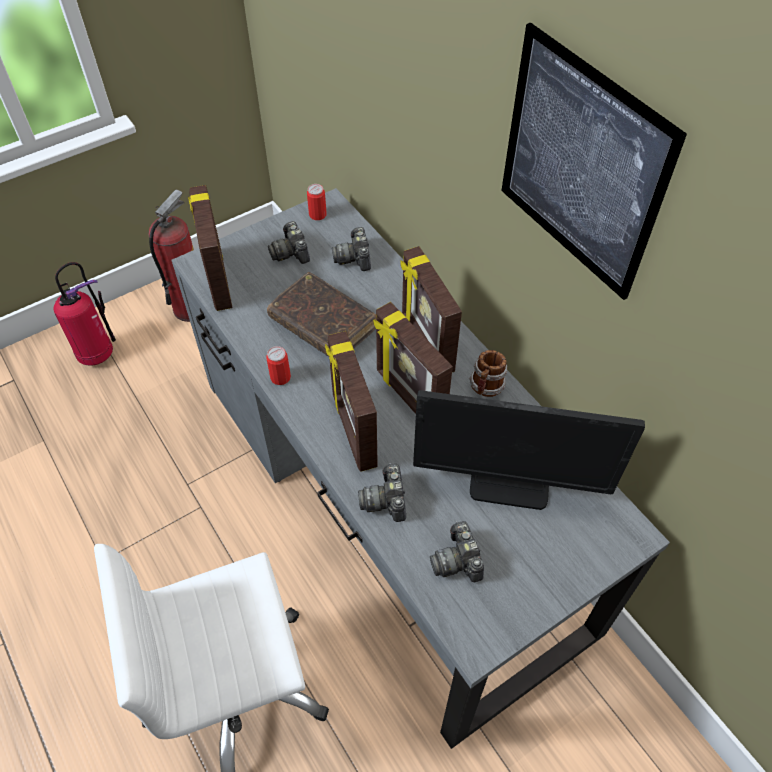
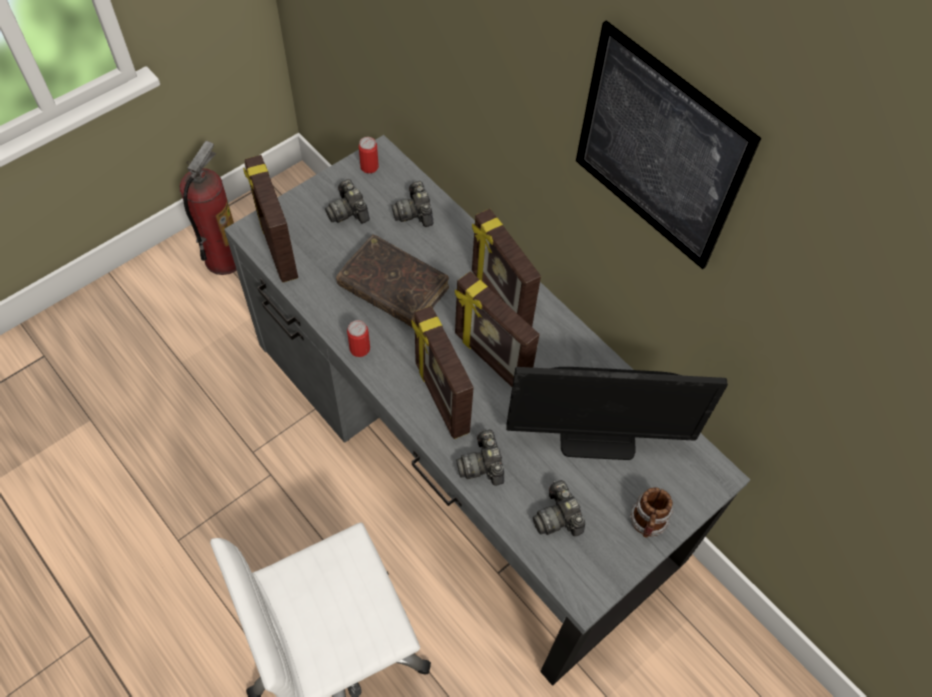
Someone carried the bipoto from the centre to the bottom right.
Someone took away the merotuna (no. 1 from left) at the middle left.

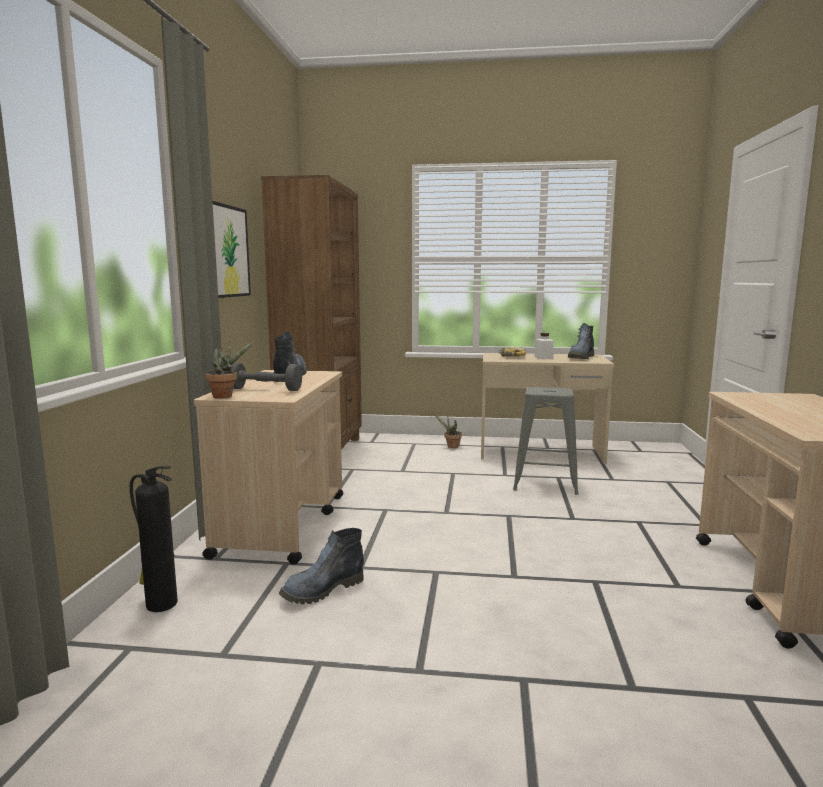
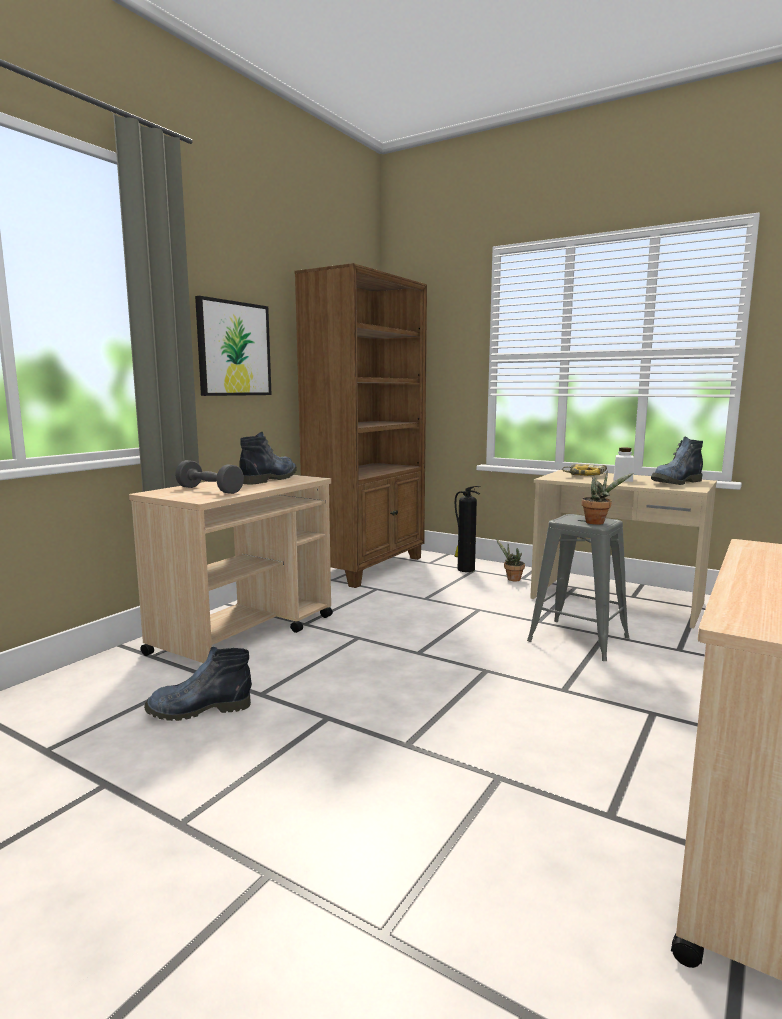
Someone carried the merotuna from the bottom left to the centre.
Someone carried the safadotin (no. 1 from left in the first image) from the middle left to the middle right.

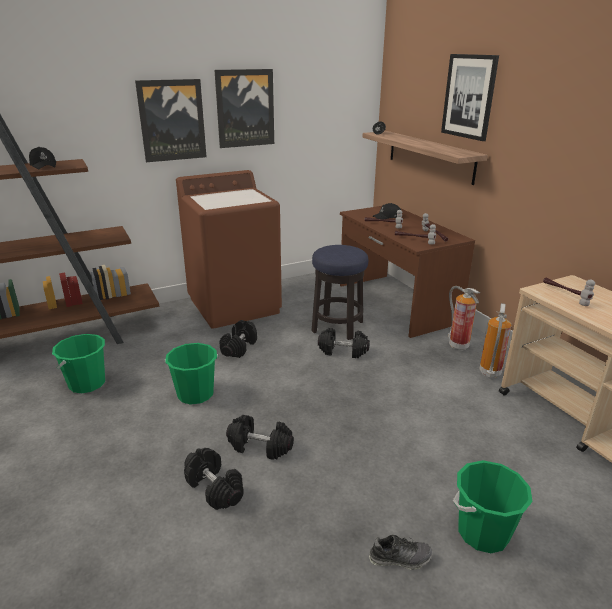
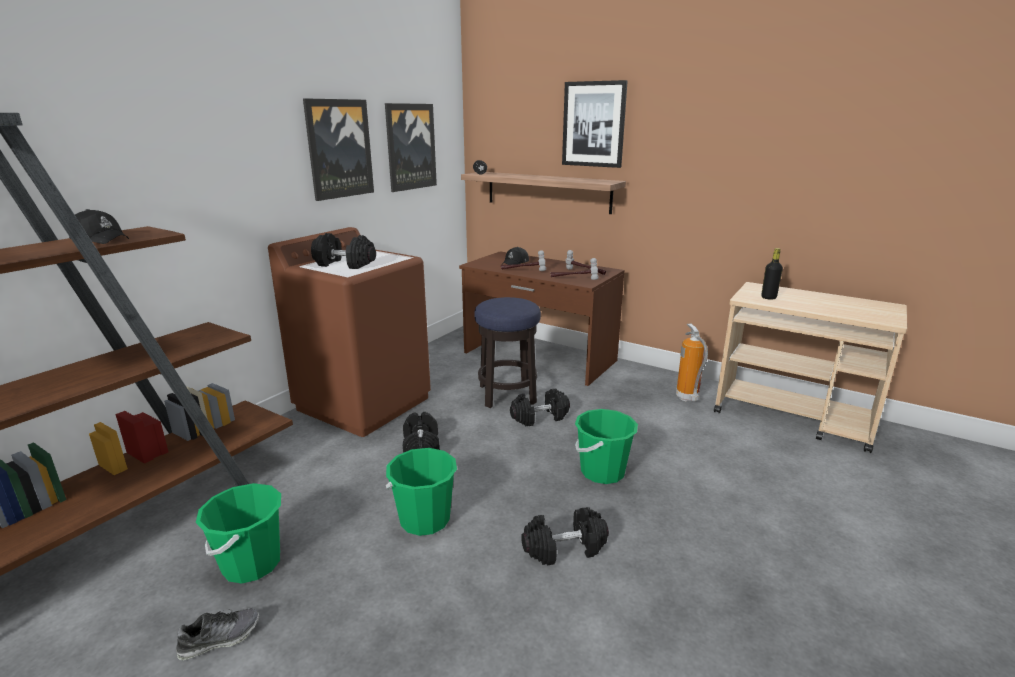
Someone carried the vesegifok from the bottom centre to the bottom left.
Someone carried the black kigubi (no. 1 from left) from the bottom centre to the centre.
Someone carried the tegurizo (no. 1 from left in the first image) from the top left to the top centre.
Someone carried the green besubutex (no. 3 from left) from the bottom right to the centre.
Someone swapped the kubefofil (no. 4 from left) at the middle right for the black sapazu at the middle right.
Someone took away the merotuna (no. 1 from left) at the middle right.

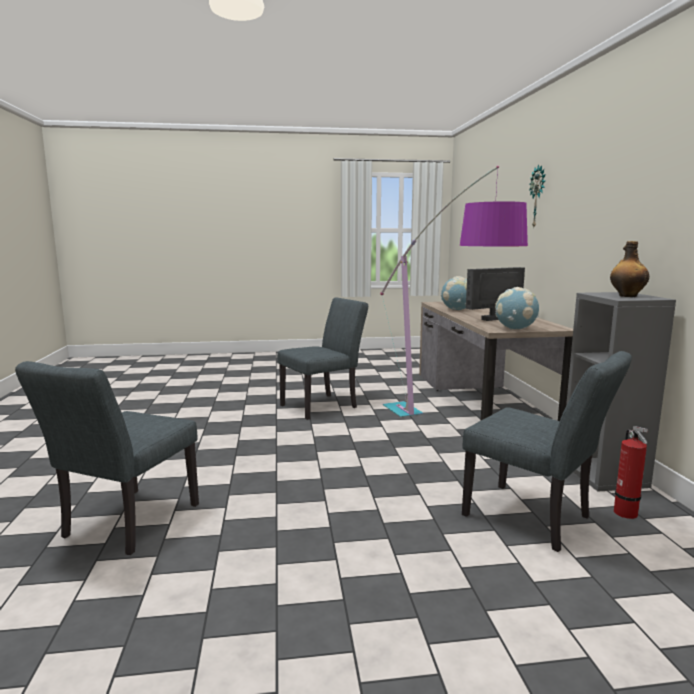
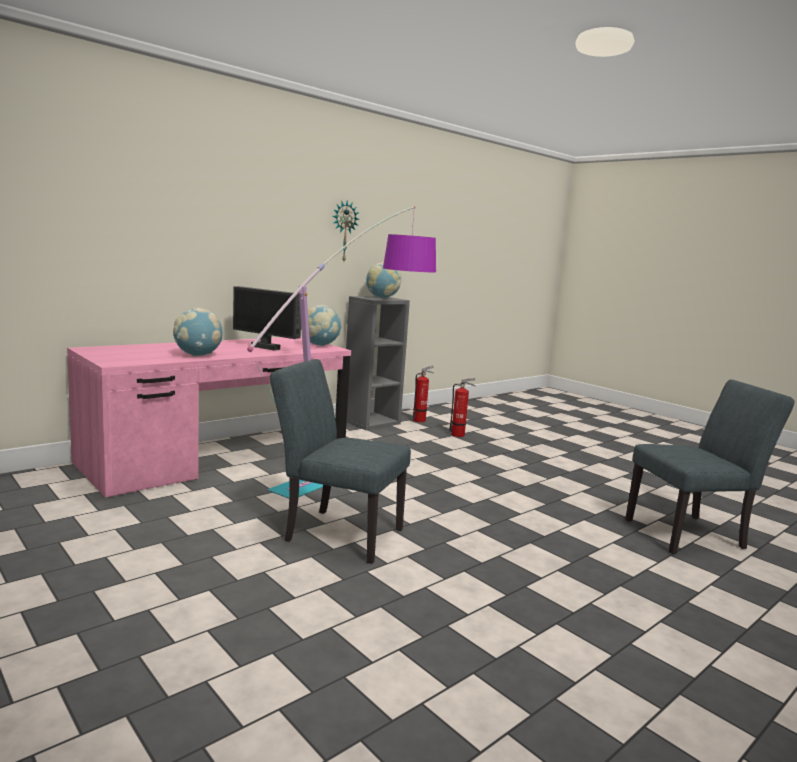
Someone repainted the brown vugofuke at the middle right, which became the pink vugofuke at the middle left.
Someone carried the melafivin from the top right to the top centre.
Someone swapped the sapazu at the middle right for the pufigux (no. 3 from left) at the centre.
Someone swapped the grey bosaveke (no. 3 from left) at the middle right for the merotuna (no. 2 from left) at the centre.

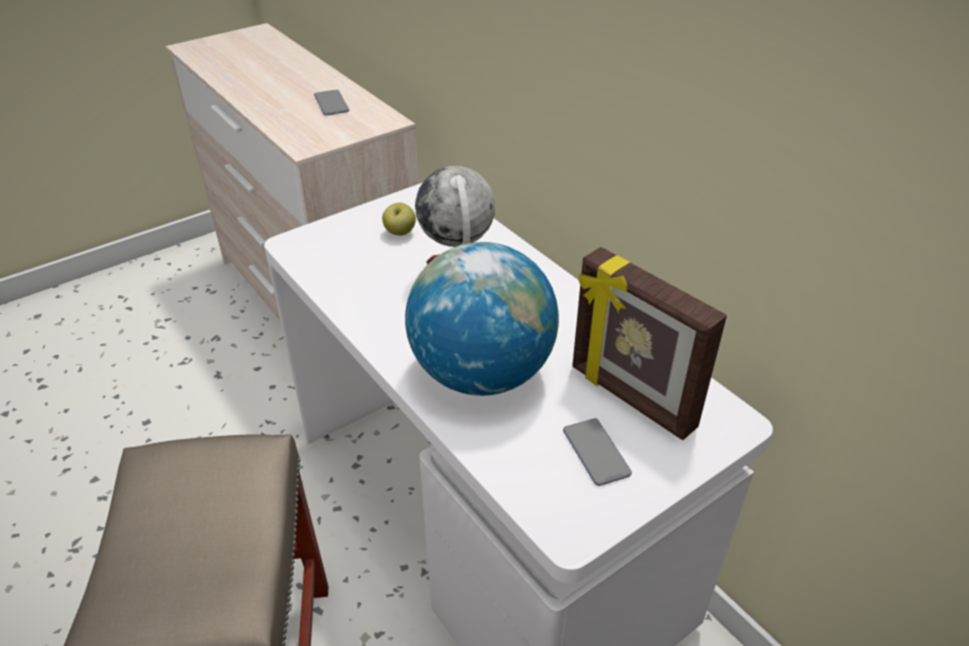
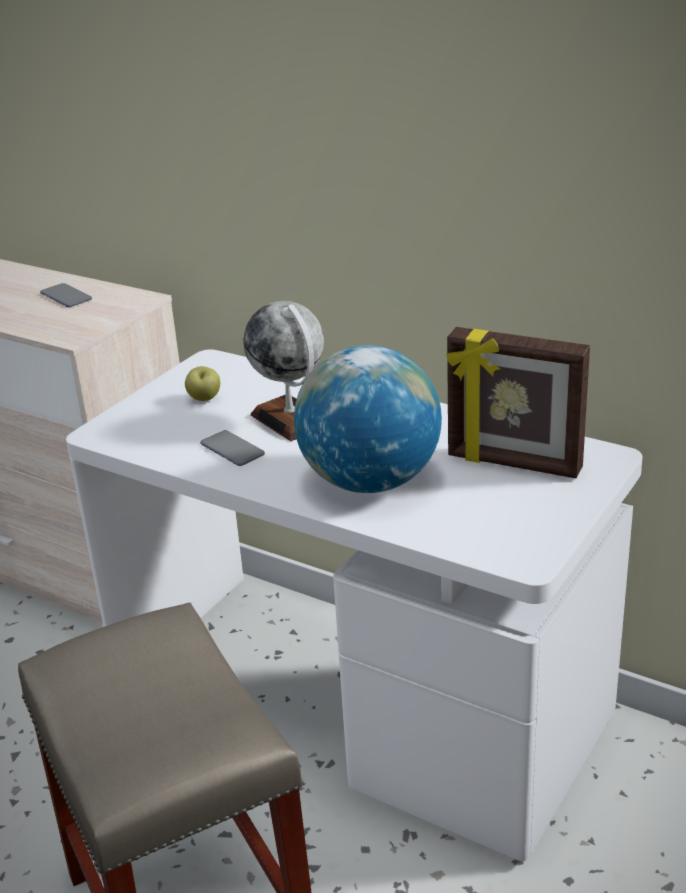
Someone carried the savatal (no. 2 from left) from the bottom centre to the centre.

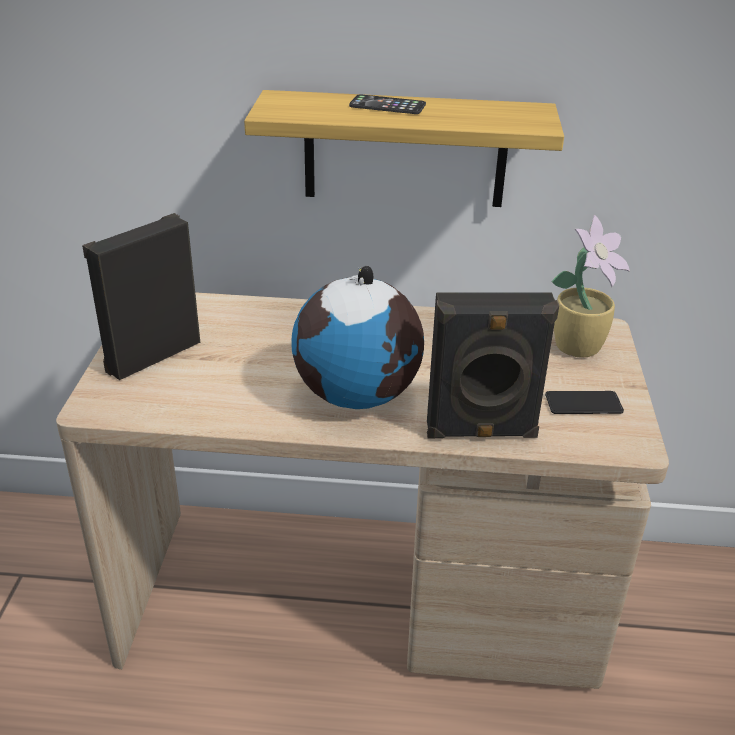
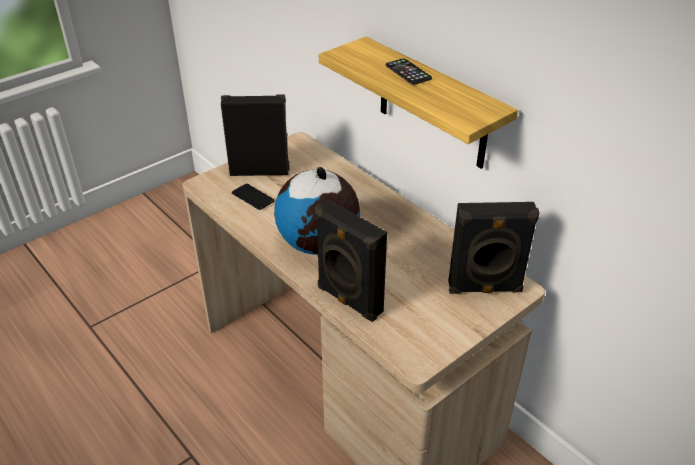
Someone carried the savatal (no. 2 from left in the first image) from the middle right to the centre.
Someone swapped the safadotin at the middle right for the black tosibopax (no. 3 from left) at the middle right.

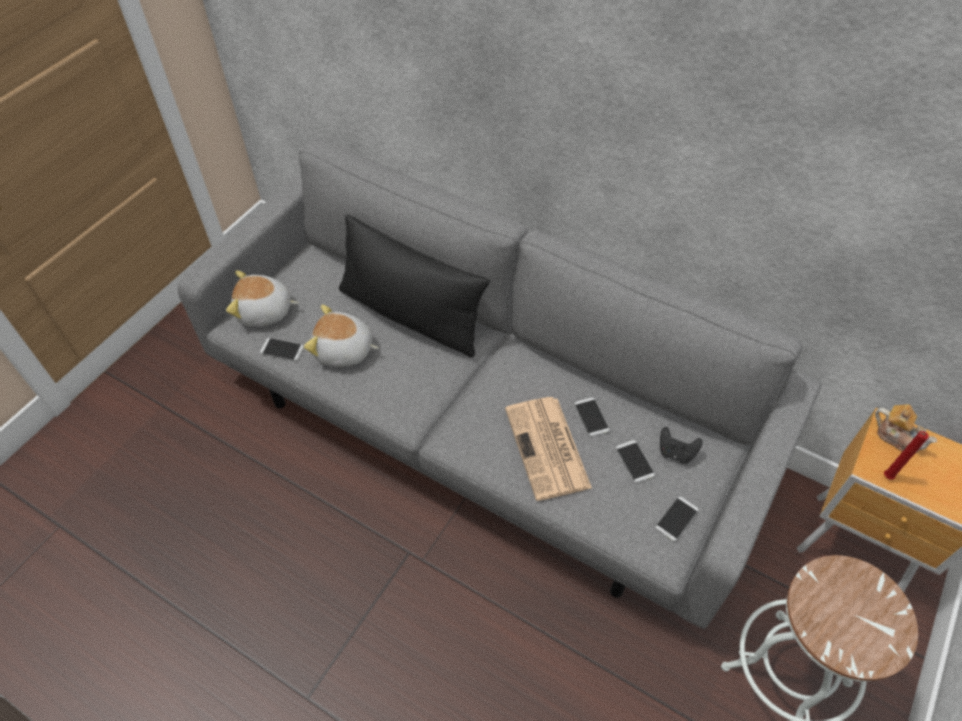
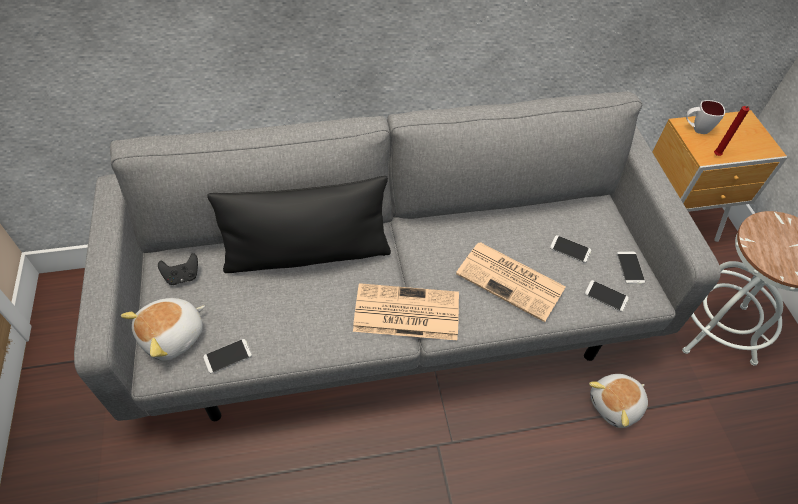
Someone carried the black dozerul from the middle right to the middle left.
Someone put down the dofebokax (no. 1 from left) at the centre.
Someone carried the savatal (no. 2 from left in the first image) from the centre to the middle right.
Someone carried the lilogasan (no. 2 from left) from the centre to the bottom right.
Someone swapped the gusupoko at the middle right for the white bipoto at the top right.

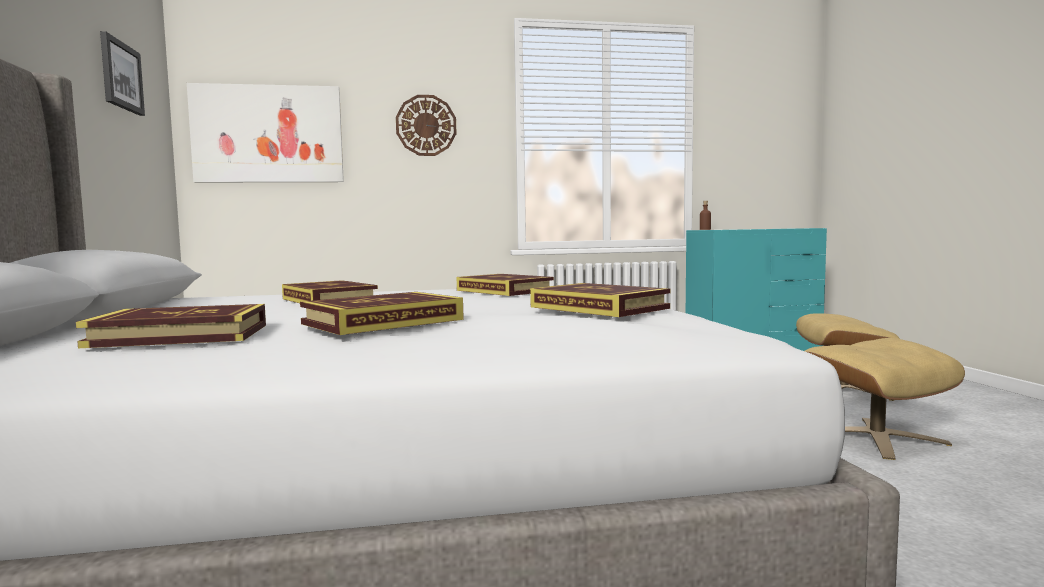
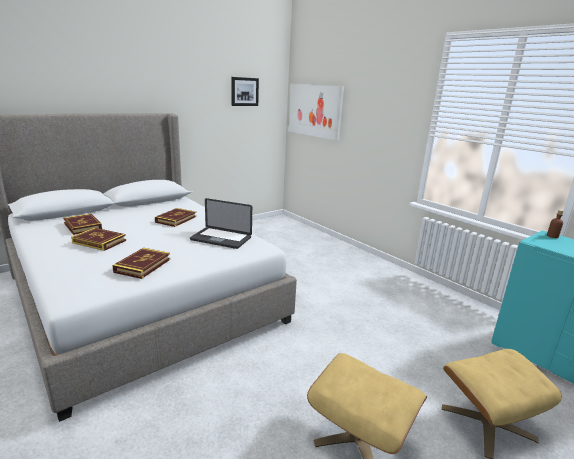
Someone swapped the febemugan (no. 4 from left) at the centre for the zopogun at the centre.
Someone took away the melafivin at the top centre.

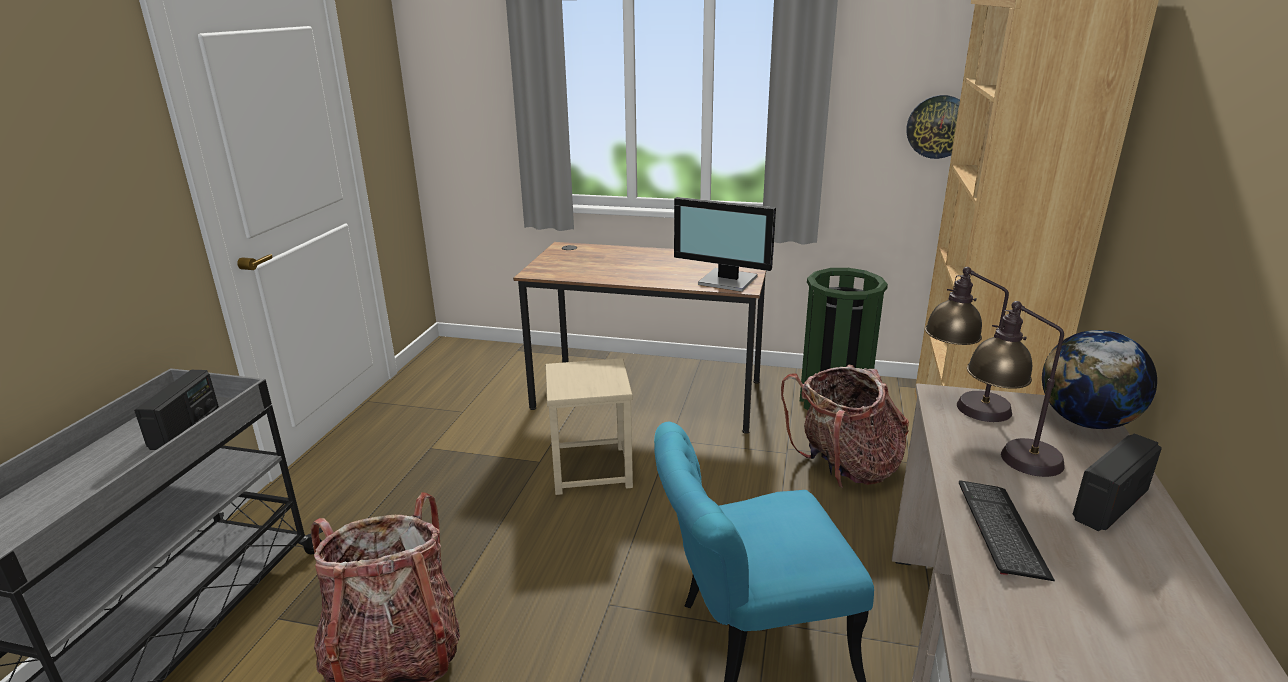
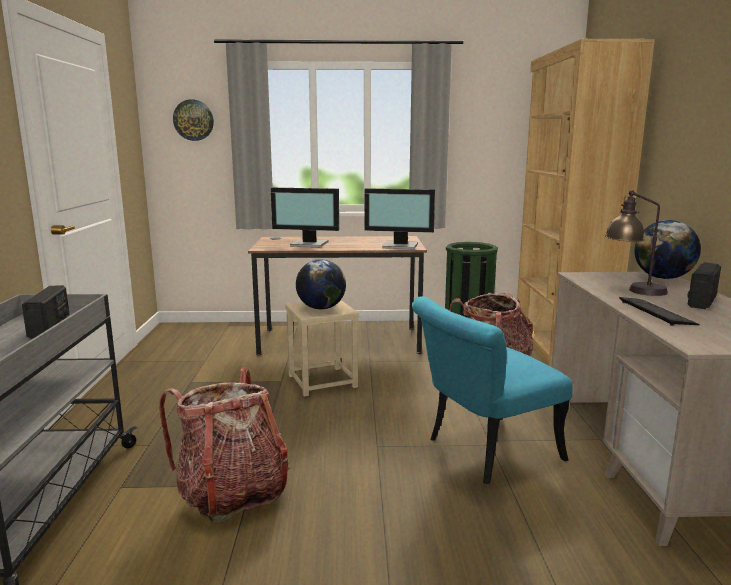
Someone carried the melafivin from the top right to the top left.
Someone put down the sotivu (no. 1 from left) at the centre.
Someone put down the pufigux (no. 1 from left) at the centre.
Someone took away the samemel (no. 1 from left) at the middle right.

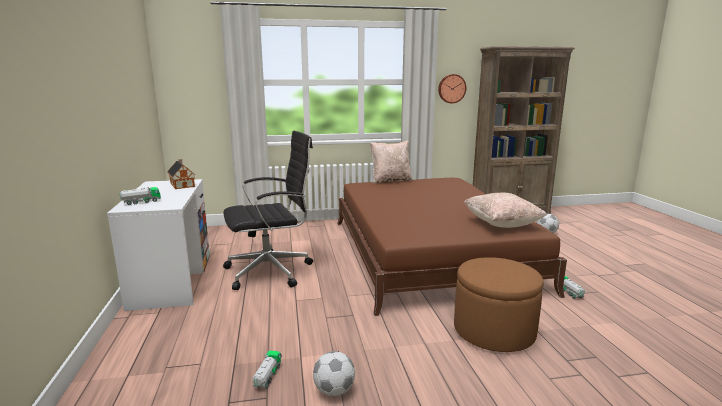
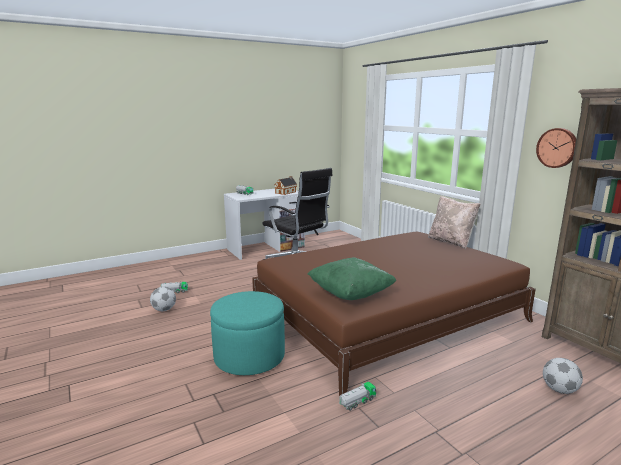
Someone repainted the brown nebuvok at the bottom right, which became the turquoise nebuvok at the bottom centre.
Someone repainted the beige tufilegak (no. 2 from left) at the middle right, which became the green tufilegak at the centre.

